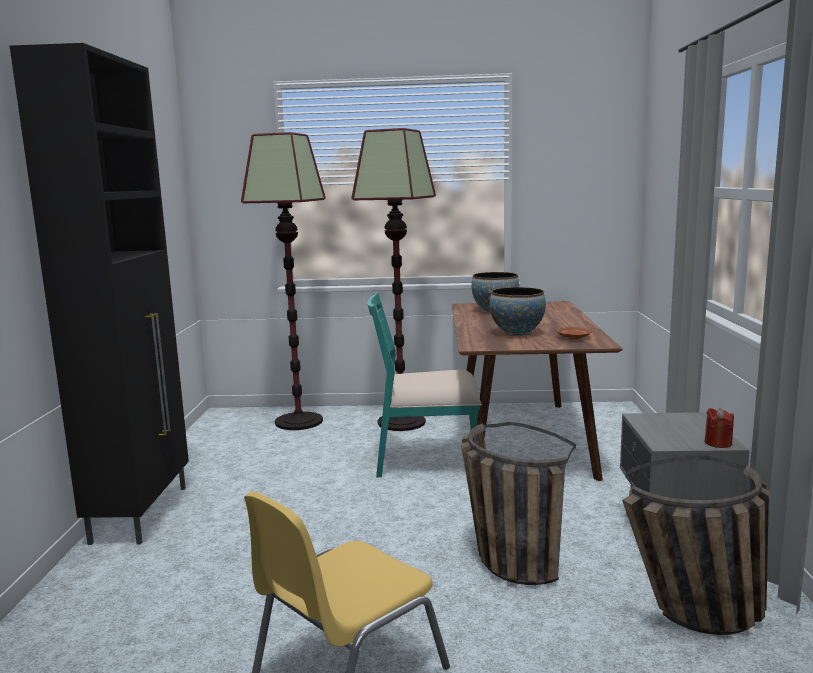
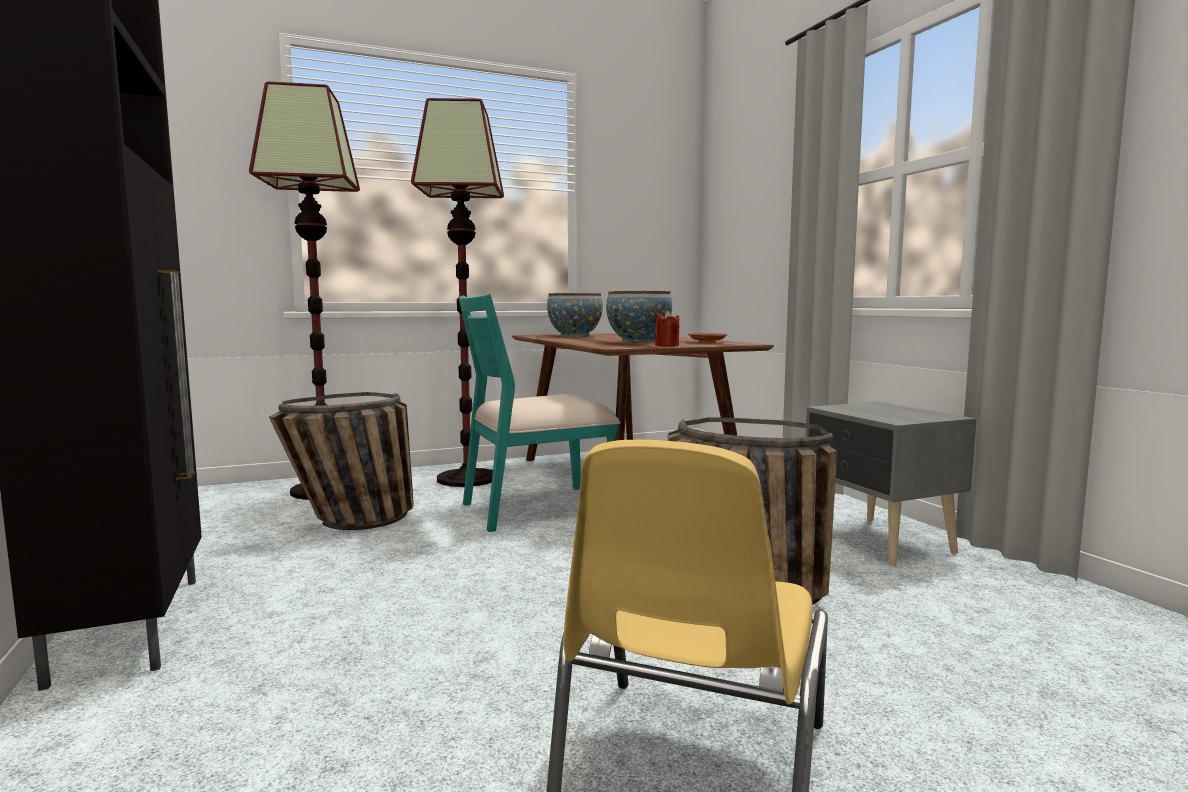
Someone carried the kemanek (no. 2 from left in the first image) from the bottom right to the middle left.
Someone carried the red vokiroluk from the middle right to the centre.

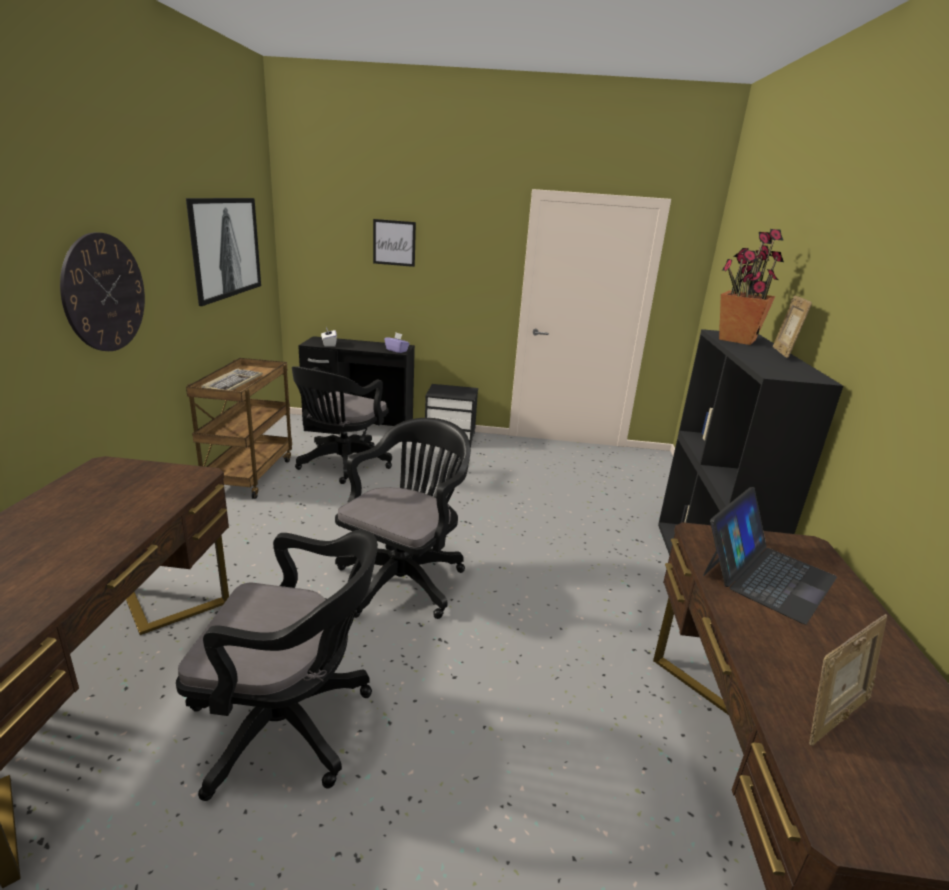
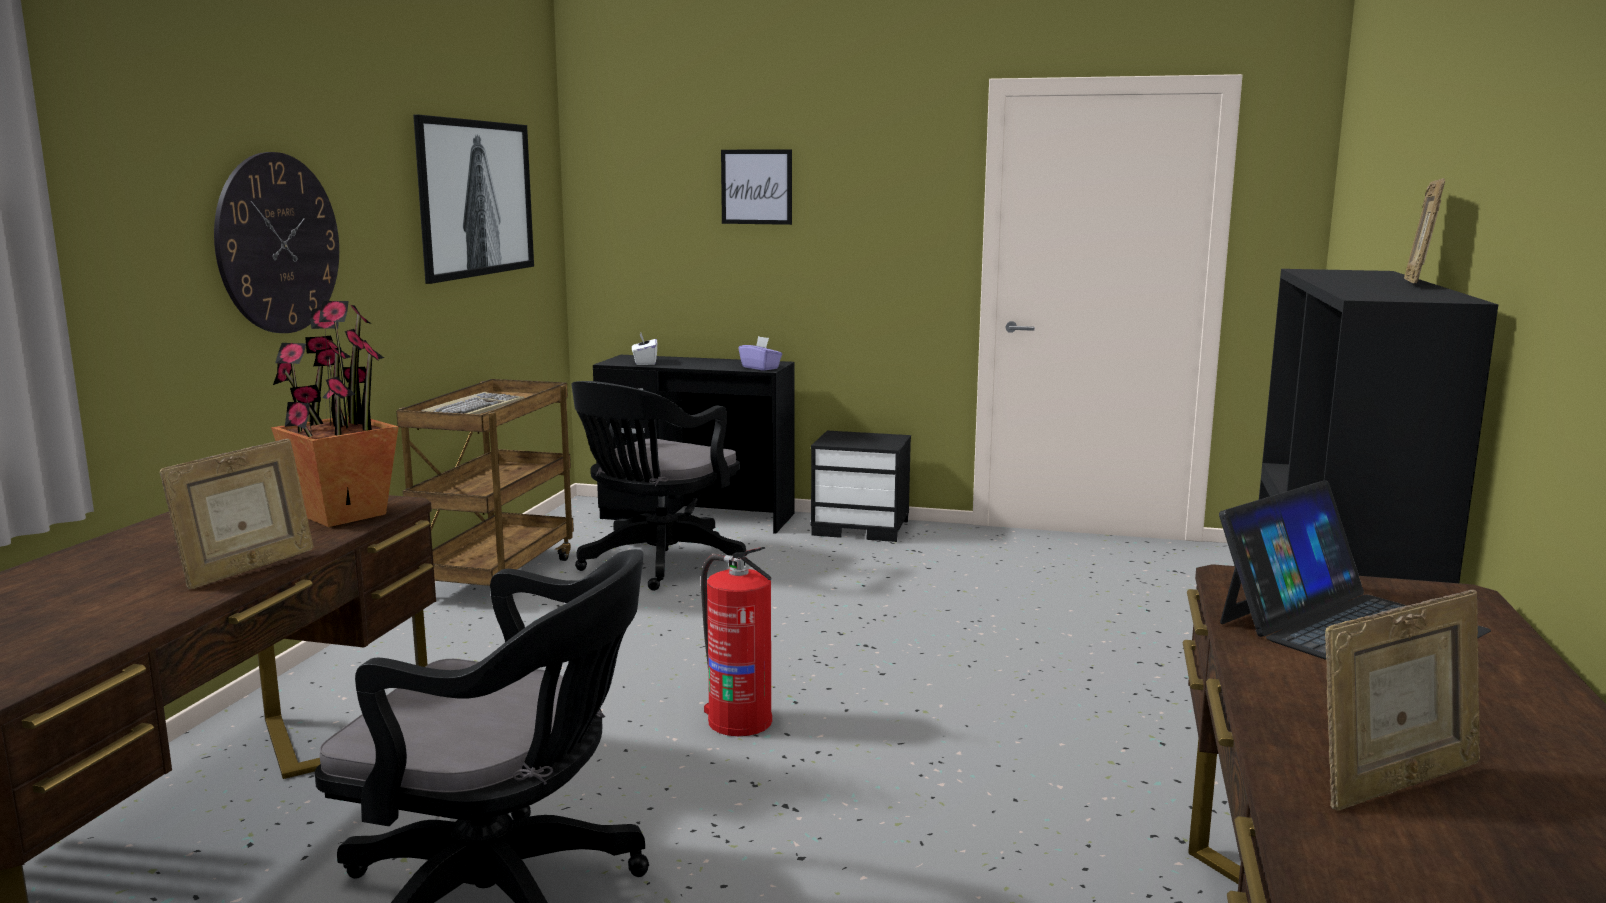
Someone put down the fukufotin (no. 1 from left) at the middle left.
Someone carried the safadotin from the top right to the middle left.
Someone swapped the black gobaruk (no. 3 from left) at the centre for the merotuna at the bottom centre.

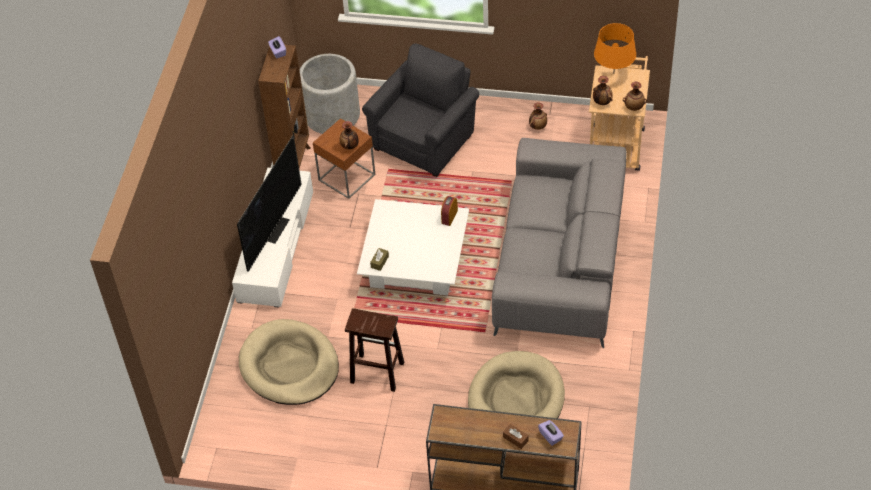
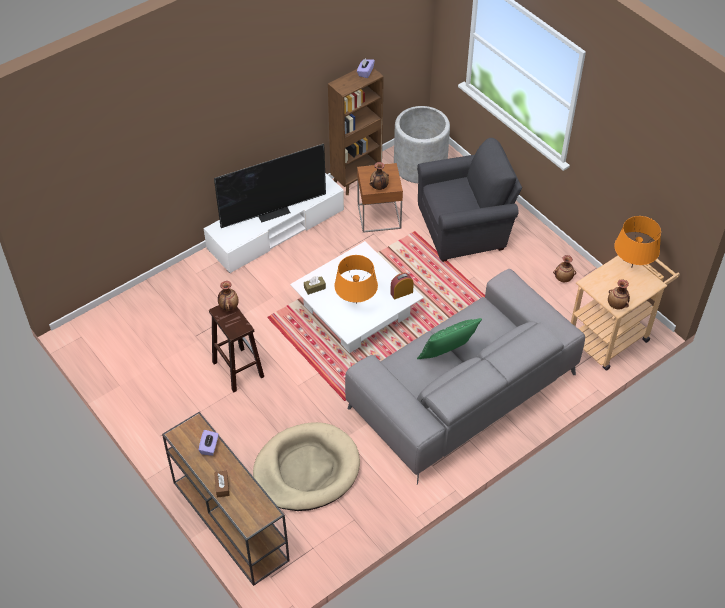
Someone carried the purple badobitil (no. 2 from left in the first image) from the bottom centre to the bottom left.
Someone carried the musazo (no. 3 from left in the first image) from the top right to the middle left.
Someone put down the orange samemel (no. 1 from left) at the centre.
Someone put down the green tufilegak at the centre.
Someone took away the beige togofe (no. 1 from left) at the bottom left.

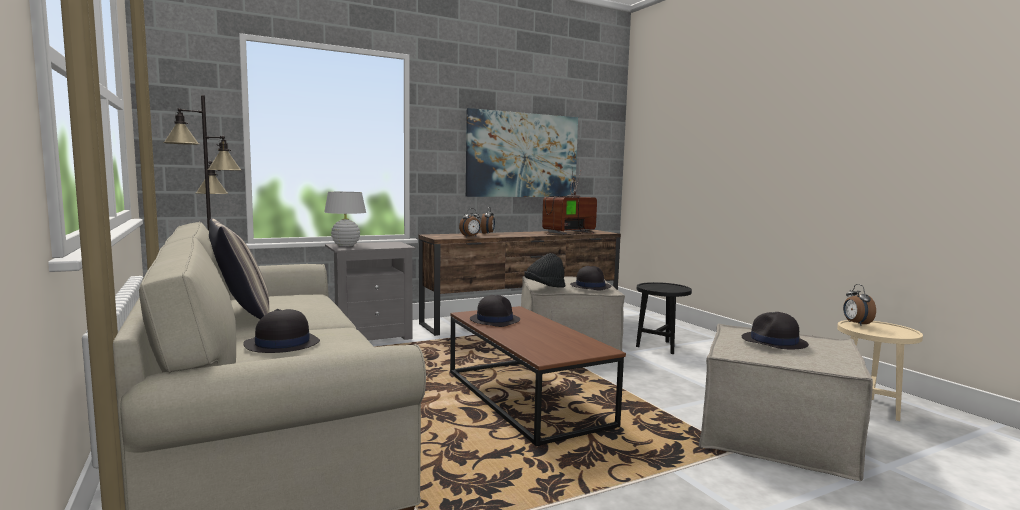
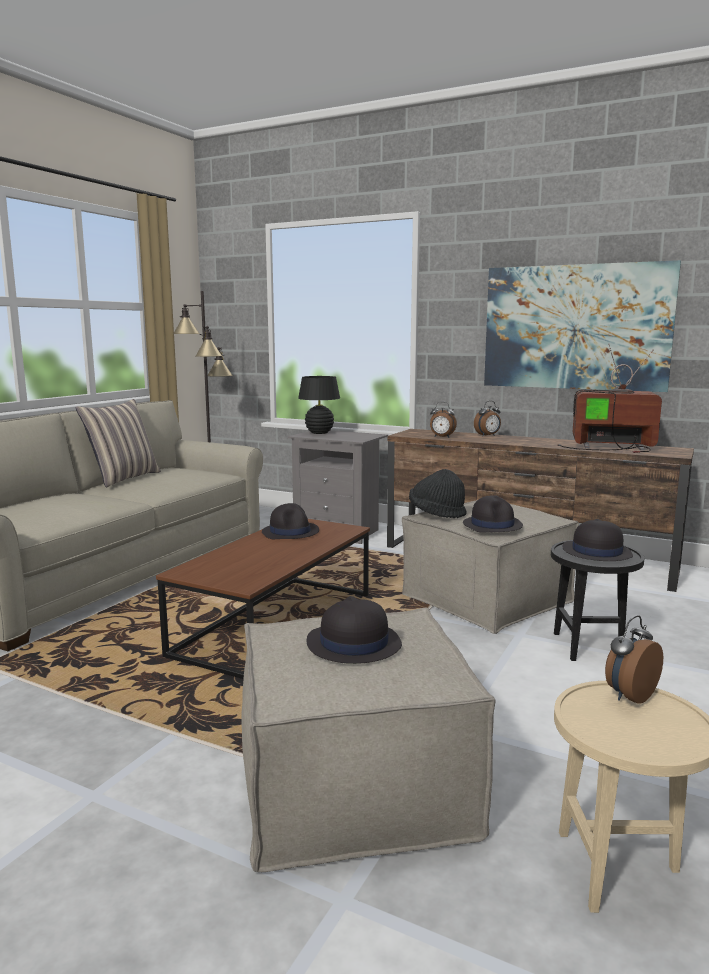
Someone repainted the white samemel at the centre, which became the black samemel at the centre.
Someone carried the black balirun (no. 1 from left in the first image) from the middle left to the middle right.

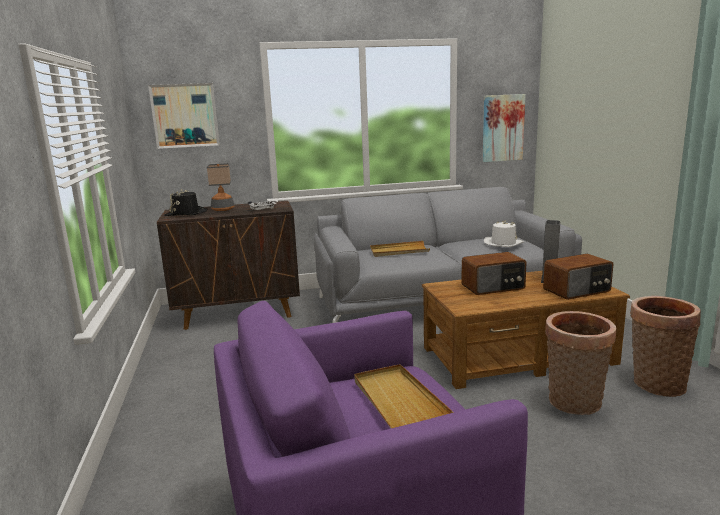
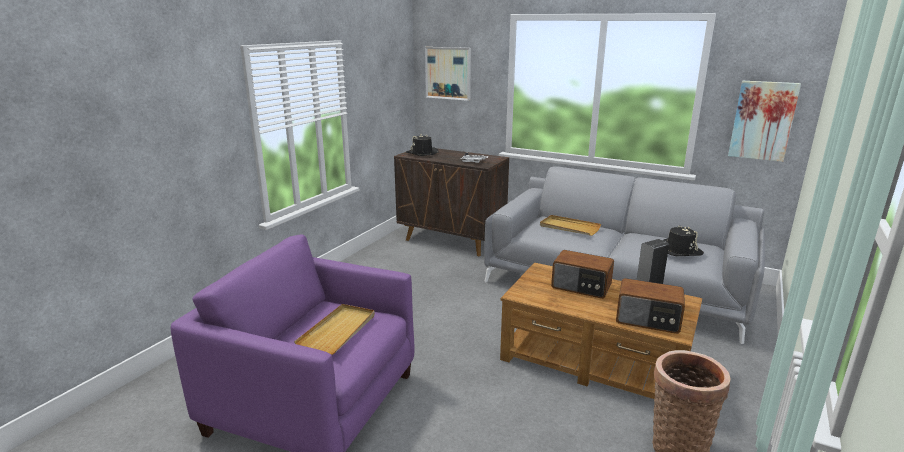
Someone repainted the white balirun at the middle right, which became the black balirun (no. 2 from left) at the middle right.
Someone took away the samemel at the middle left.
Someone took away the kemanek (no. 1 from left) at the bottom right.

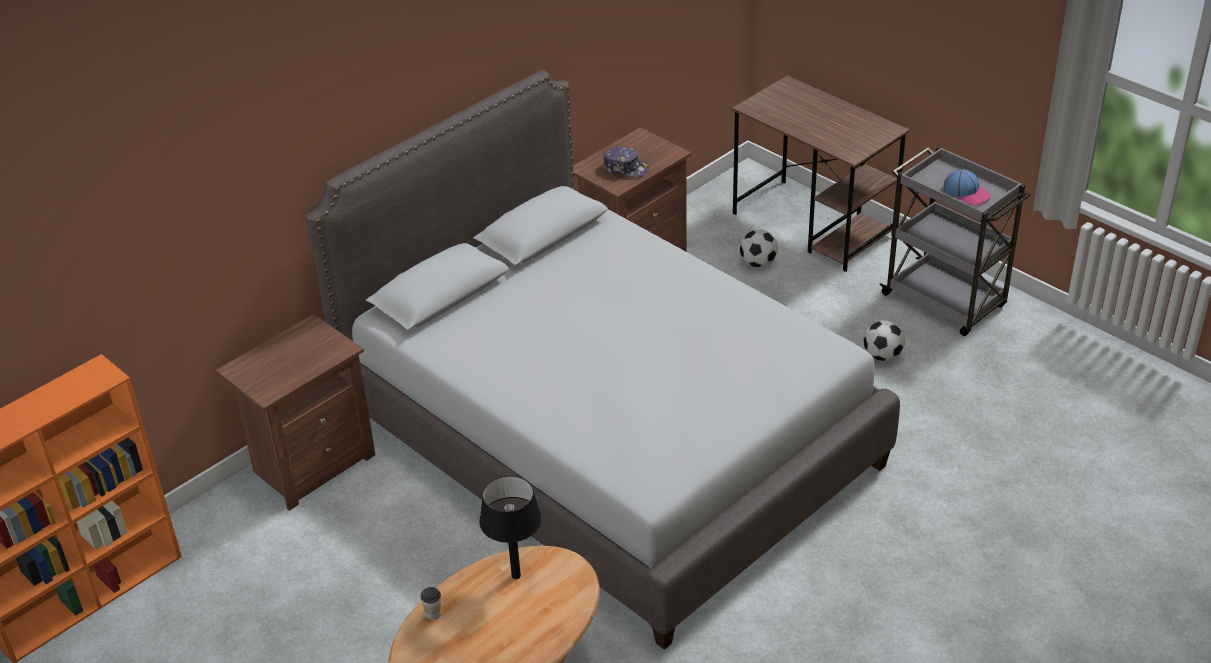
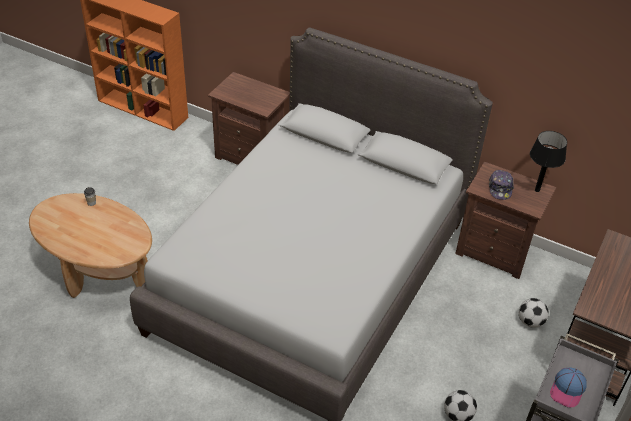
Someone carried the black samemel from the bottom centre to the middle right.

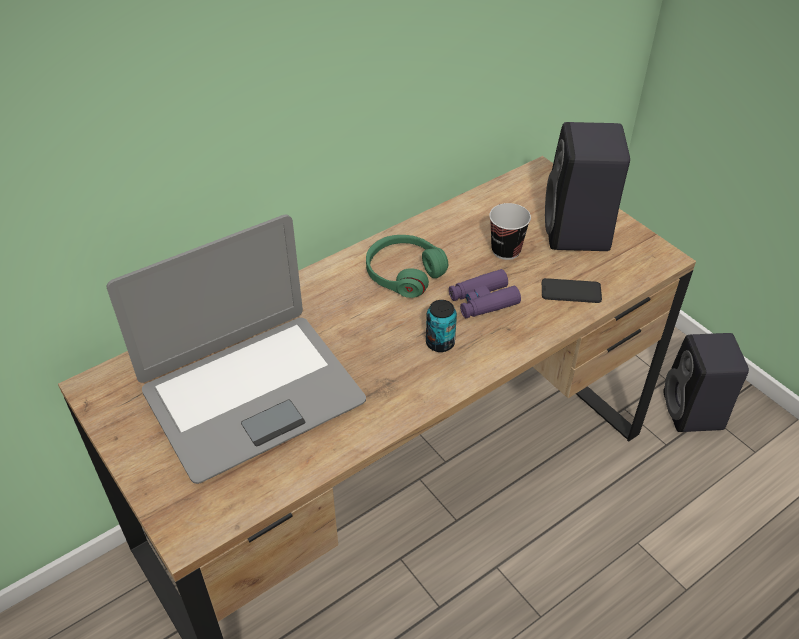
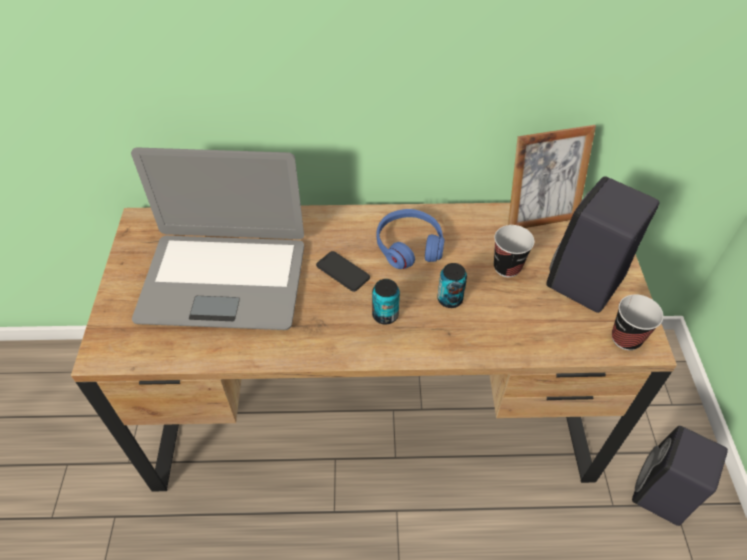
Someone carried the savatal from the middle right to the centre.
Someone repainted the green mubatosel at the centre, which became the blue mubatosel at the centre.
Someone swapped the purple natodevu at the centre for the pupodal (no. 2 from left) at the centre.
Someone put down the fukufotin at the top right.
Someone put down the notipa (no. 2 from left) at the middle right.

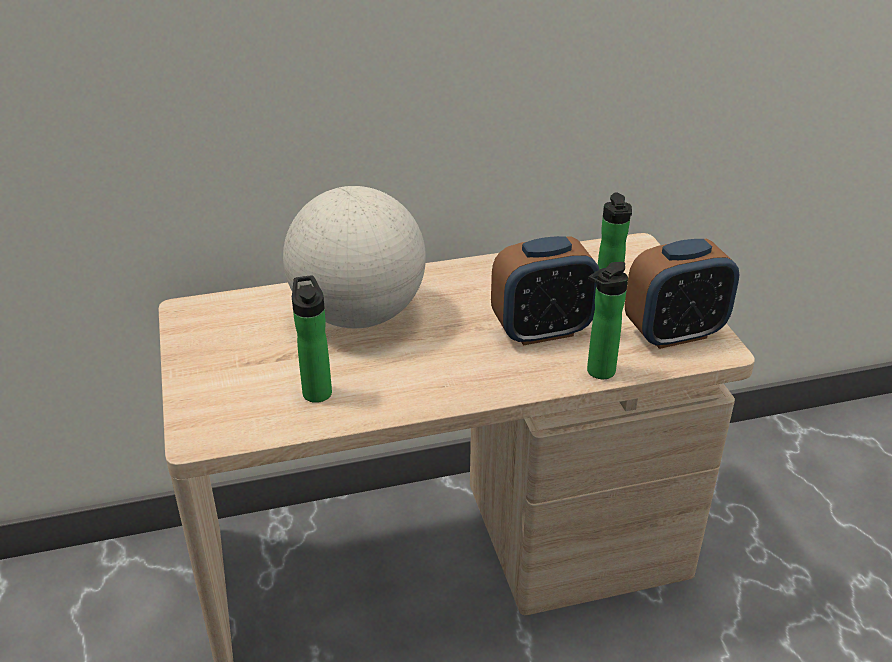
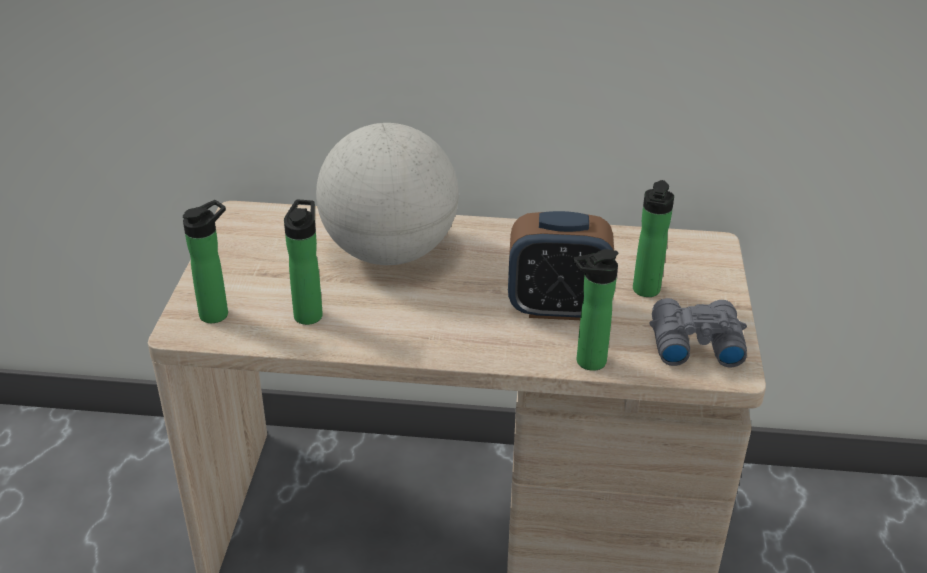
Someone put down the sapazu (no. 1 from left) at the middle left.
Someone swapped the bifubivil (no. 2 from left) at the middle right for the grey natodevu at the middle right.

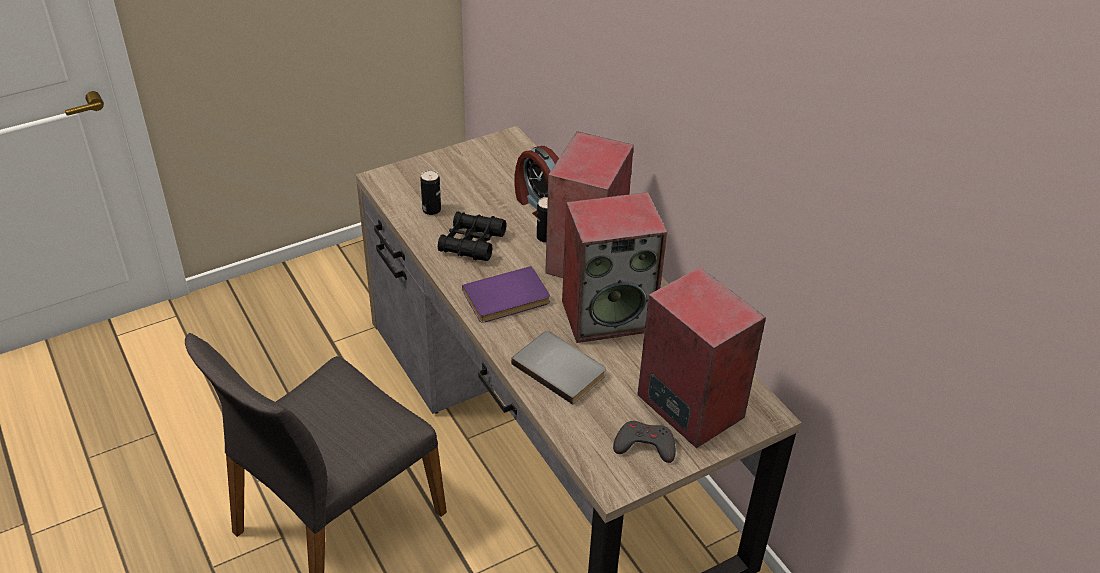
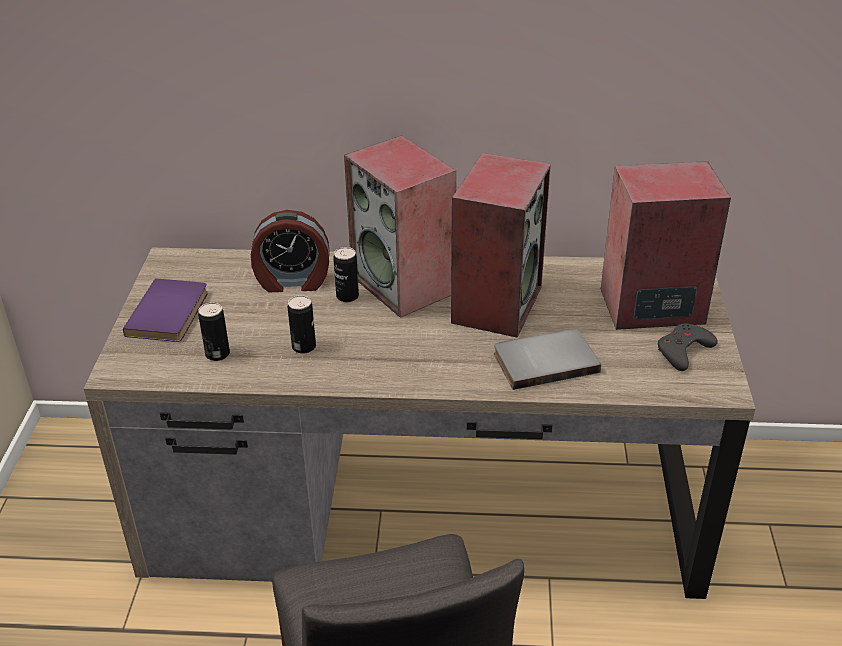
Someone carried the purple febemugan from the centre to the middle left.
Someone swapped the black natodevu at the centre for the pupodal (no. 2 from left) at the centre.

